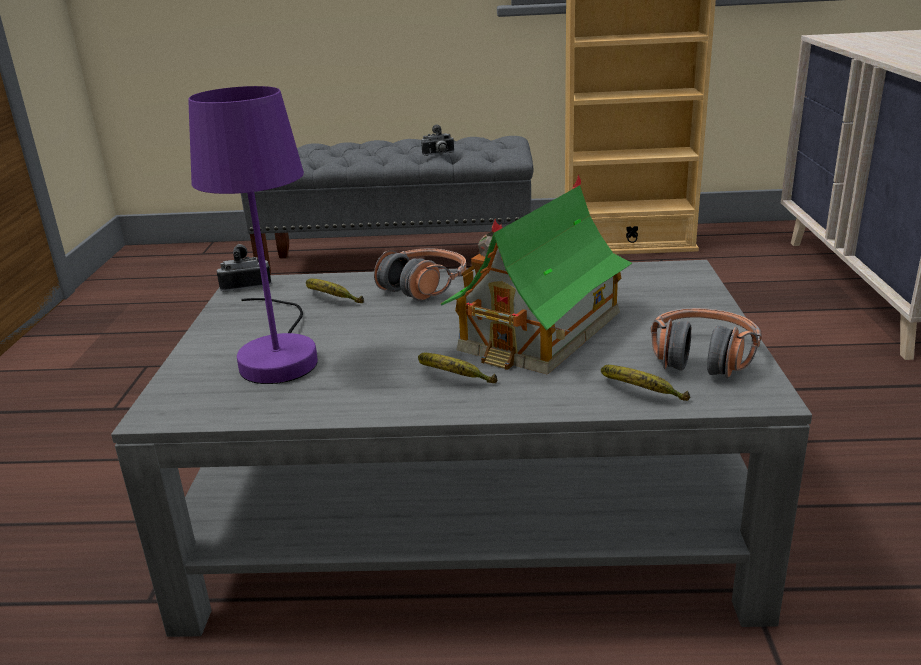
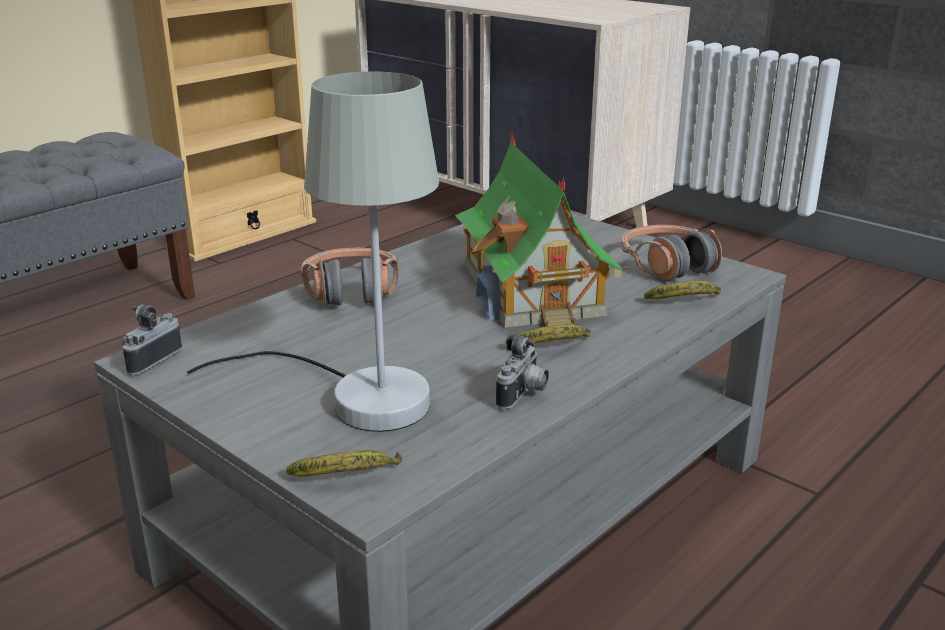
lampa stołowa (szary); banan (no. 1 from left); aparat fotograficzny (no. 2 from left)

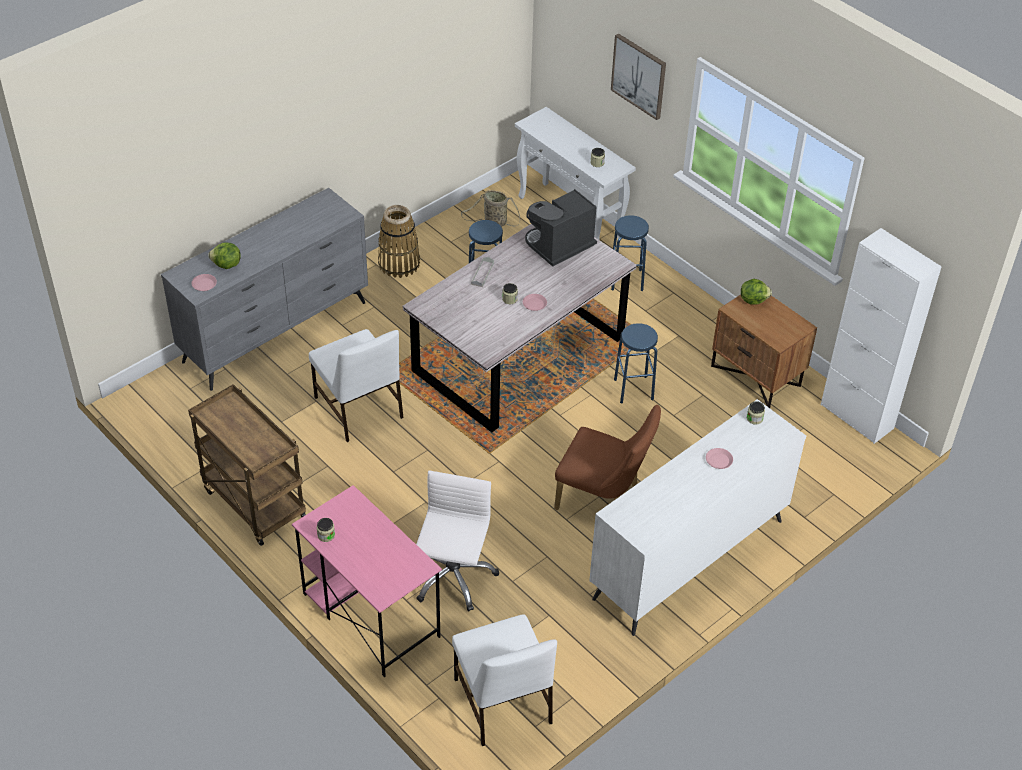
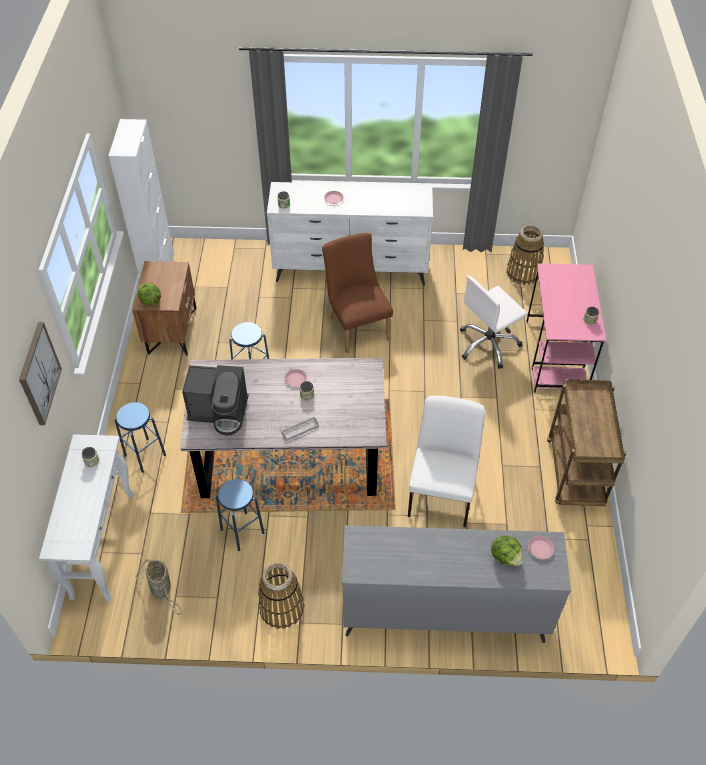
koszyk (no. 3 from left)

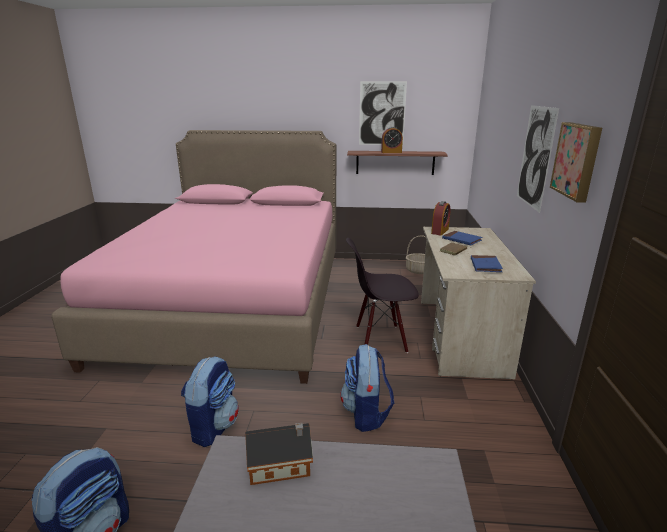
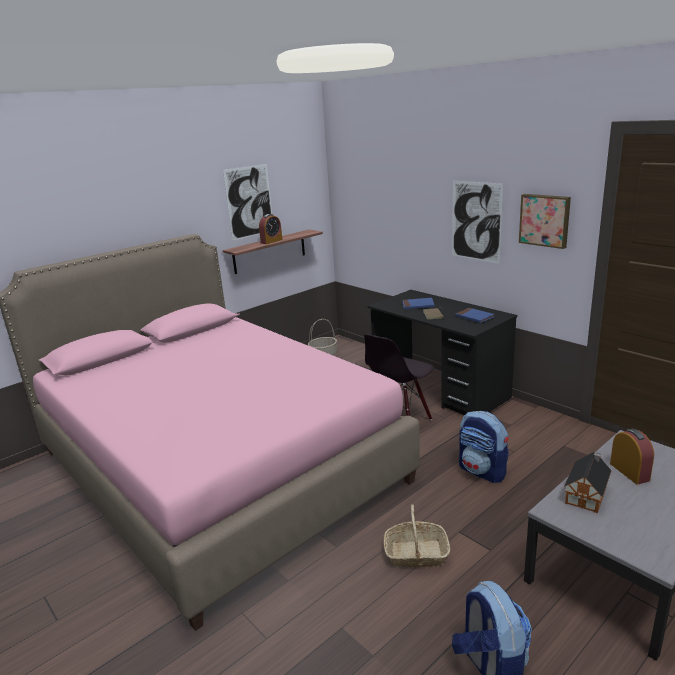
koszyk (no. 2 from left); biurko (czarny); budzik (no. 2 from left)

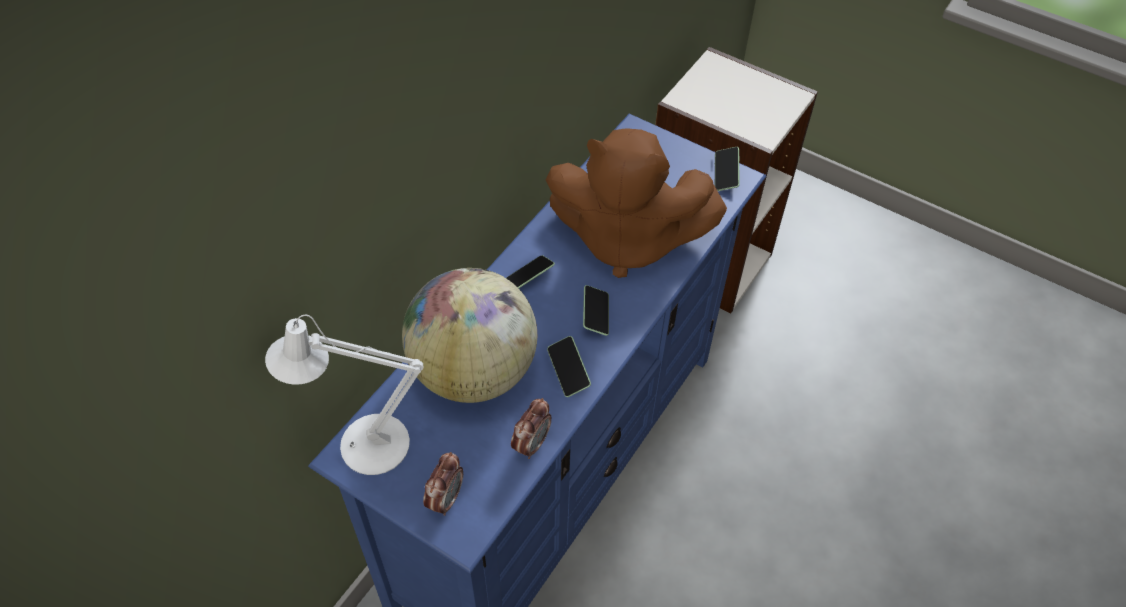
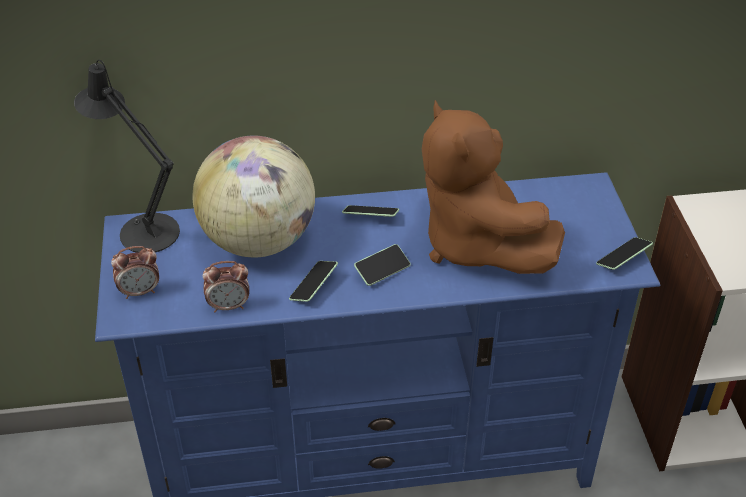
lampa stołowa (czarny)

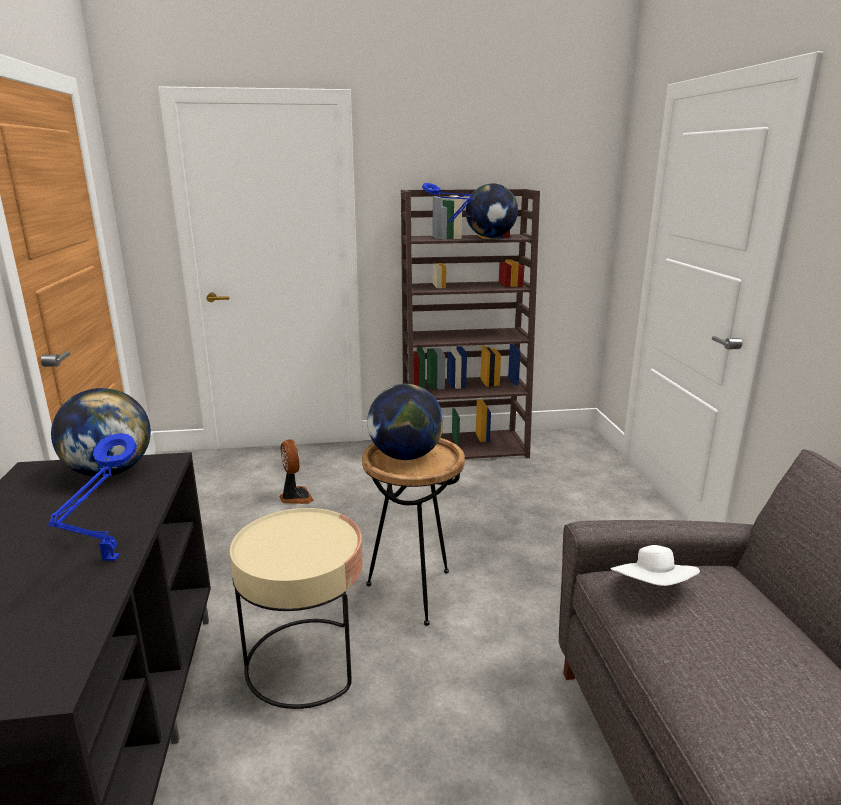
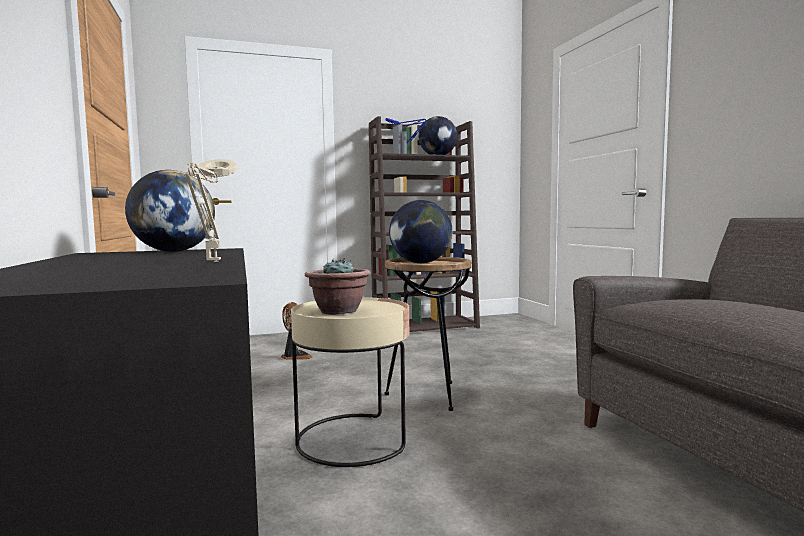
lampa stołowa (beżowy); kapelusz (biały); roślina doniczkowa

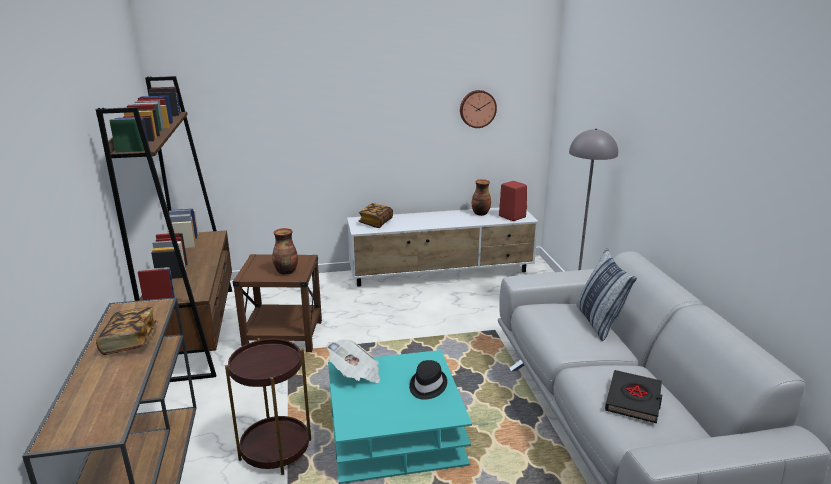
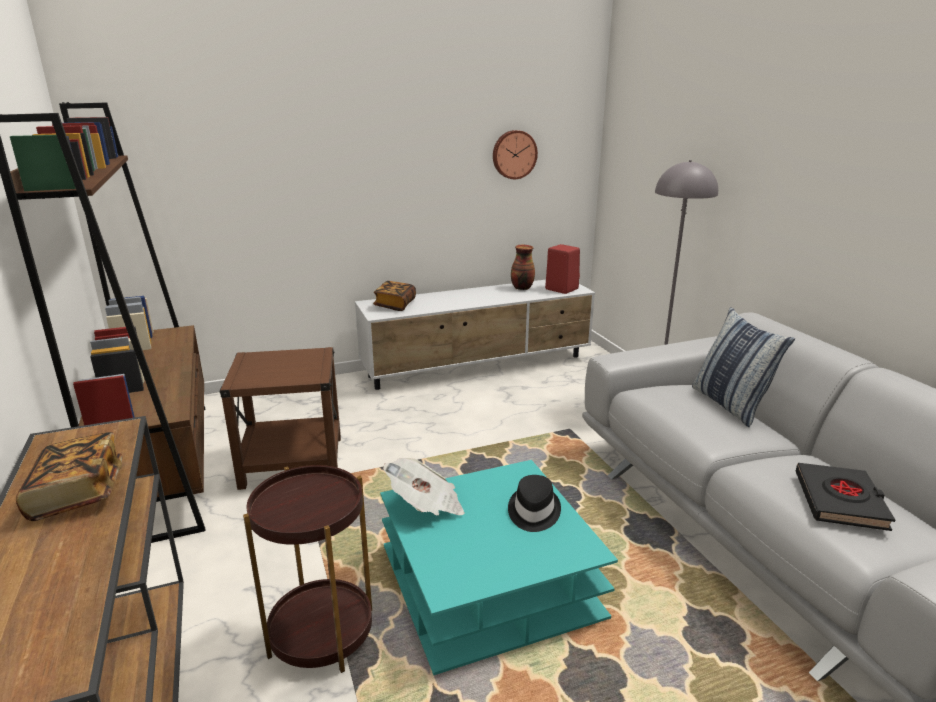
wazon (no. 1 from left in the first image)

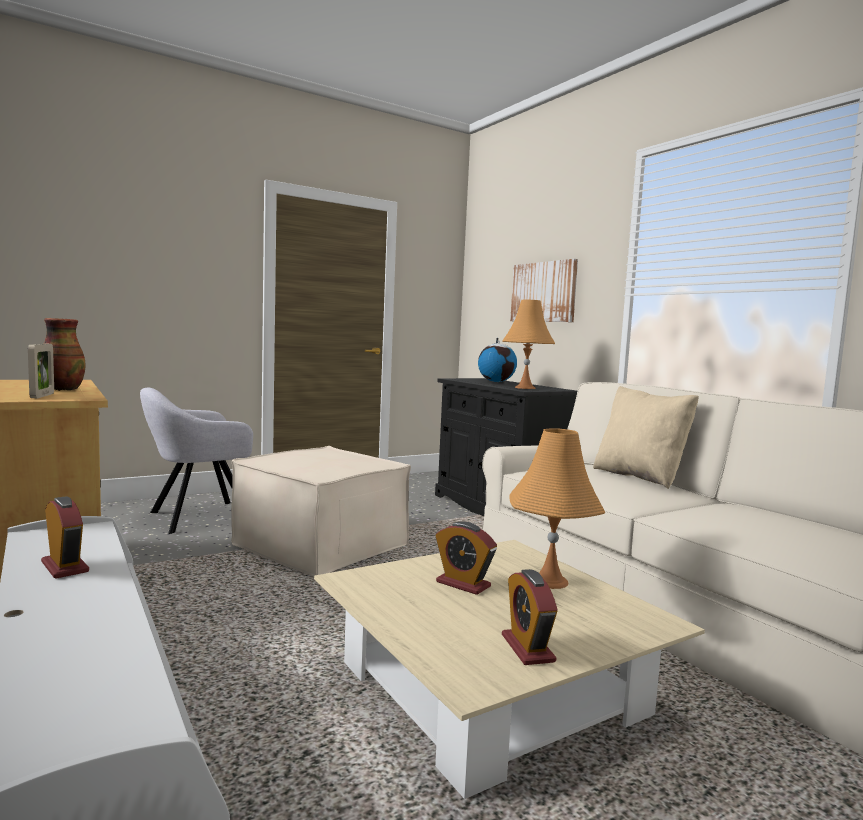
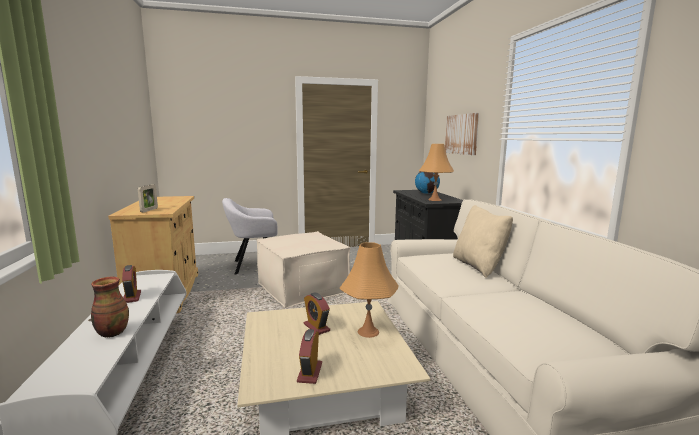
wazon

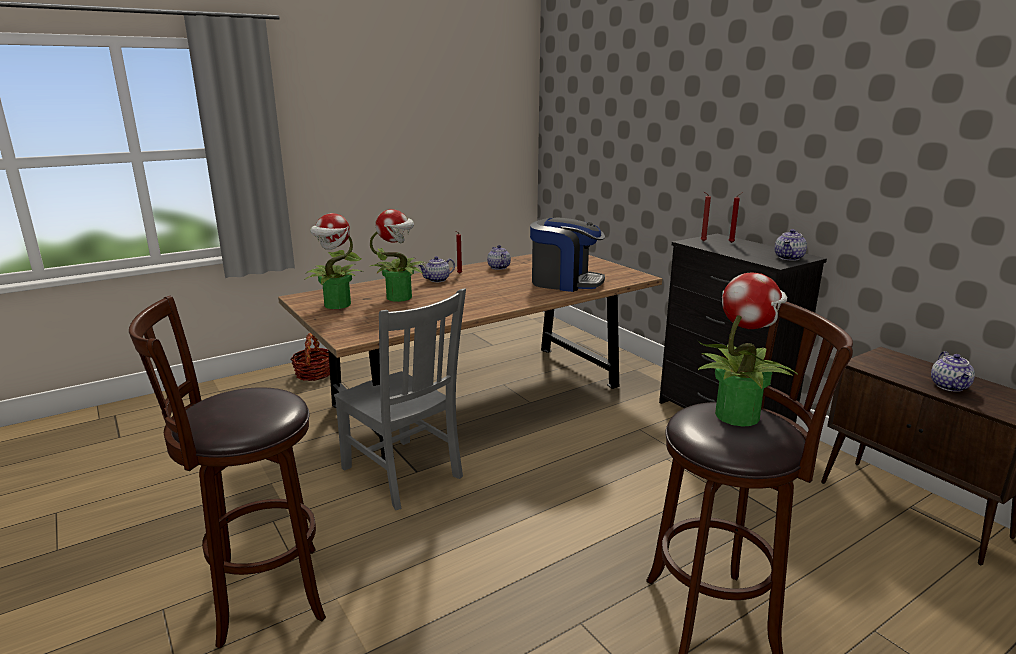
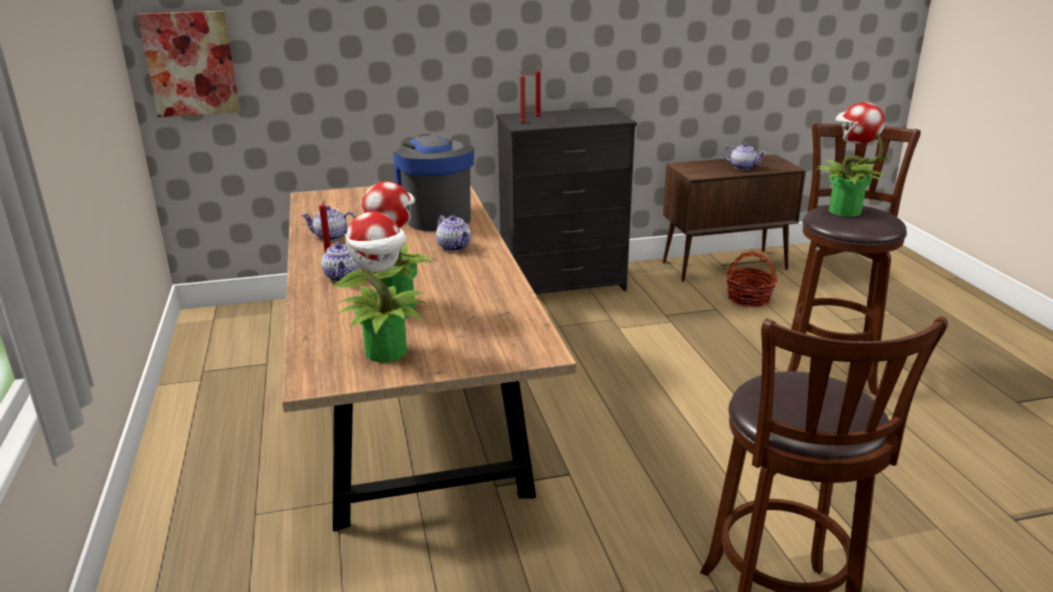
koszyk; krzesło (szary); ekspres do kawy; imbryk (no. 3 from left); obraz

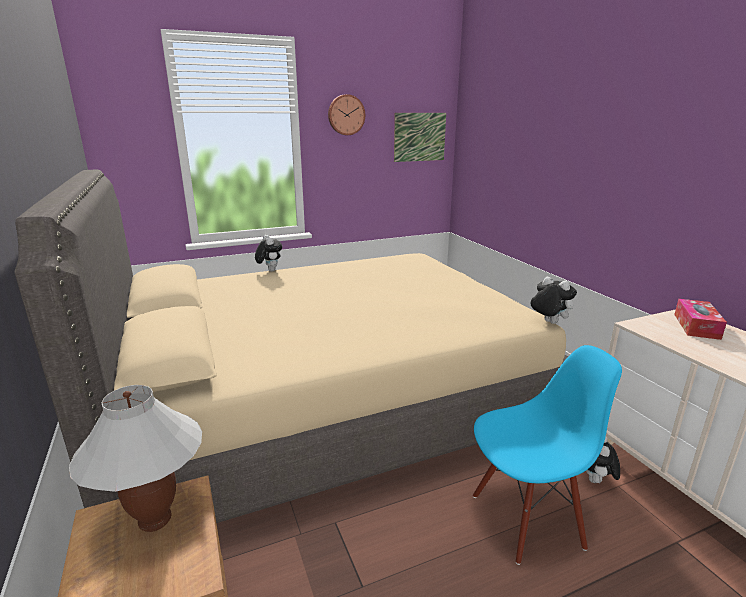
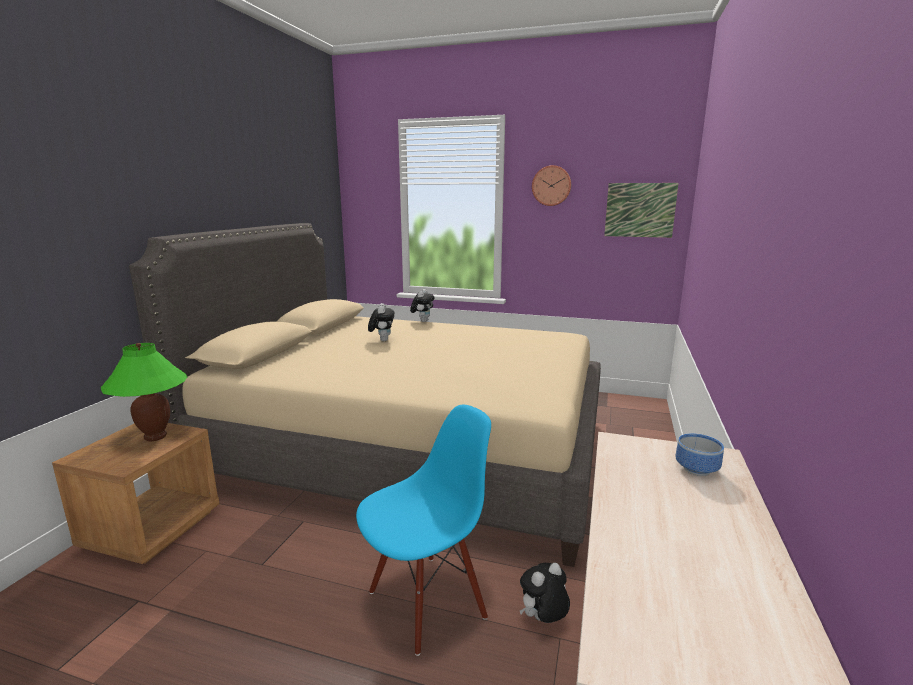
lampa stołowa (zielony); krzesło (niebieski); pluszak (no. 1 from left); miska

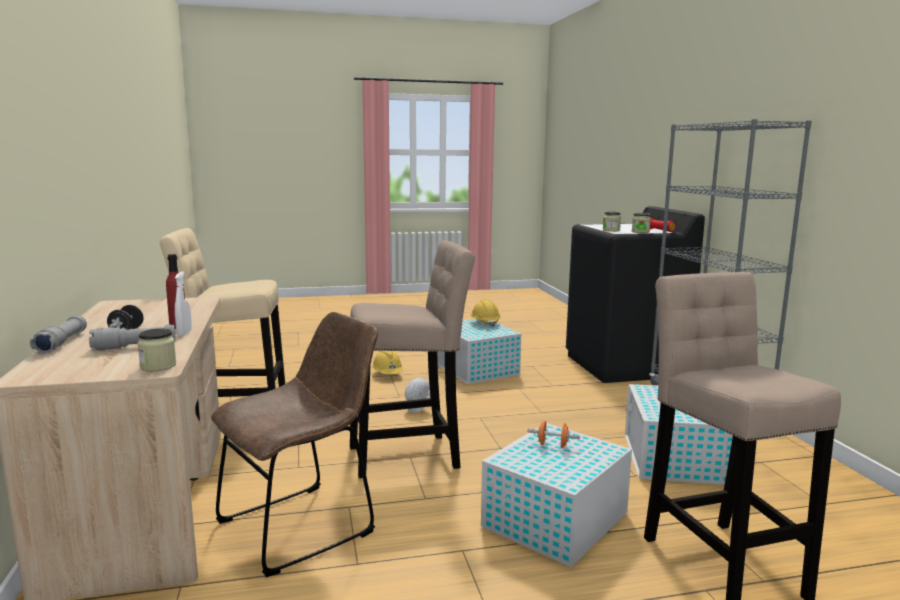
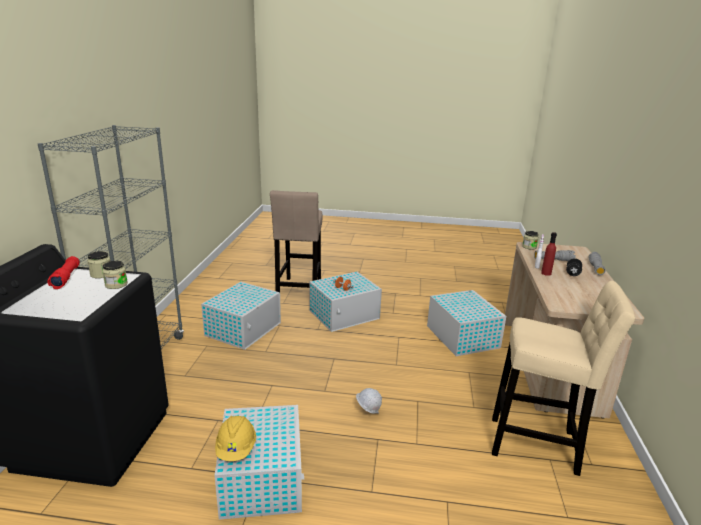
pojemnik do przechowywania (biały) (no. 4 from left); stołek (beżowy) (no. 2 from left in the first image); kask (żółty) (no. 1 from left in the first image)

